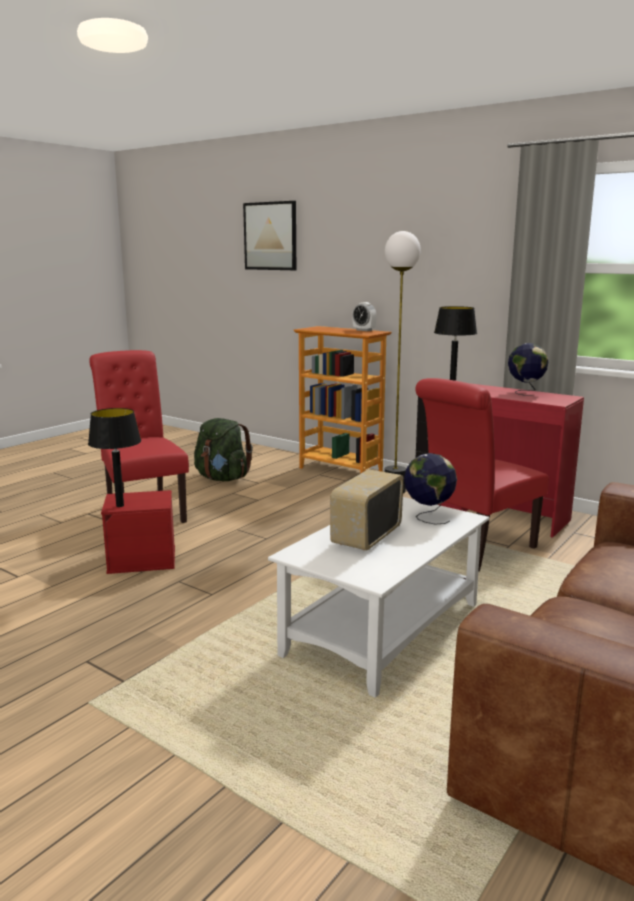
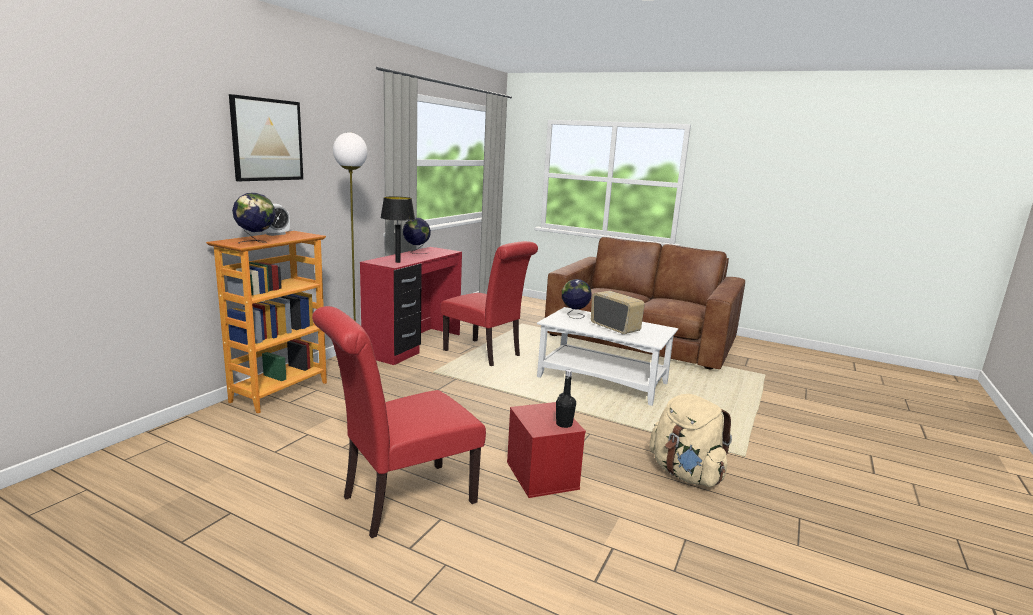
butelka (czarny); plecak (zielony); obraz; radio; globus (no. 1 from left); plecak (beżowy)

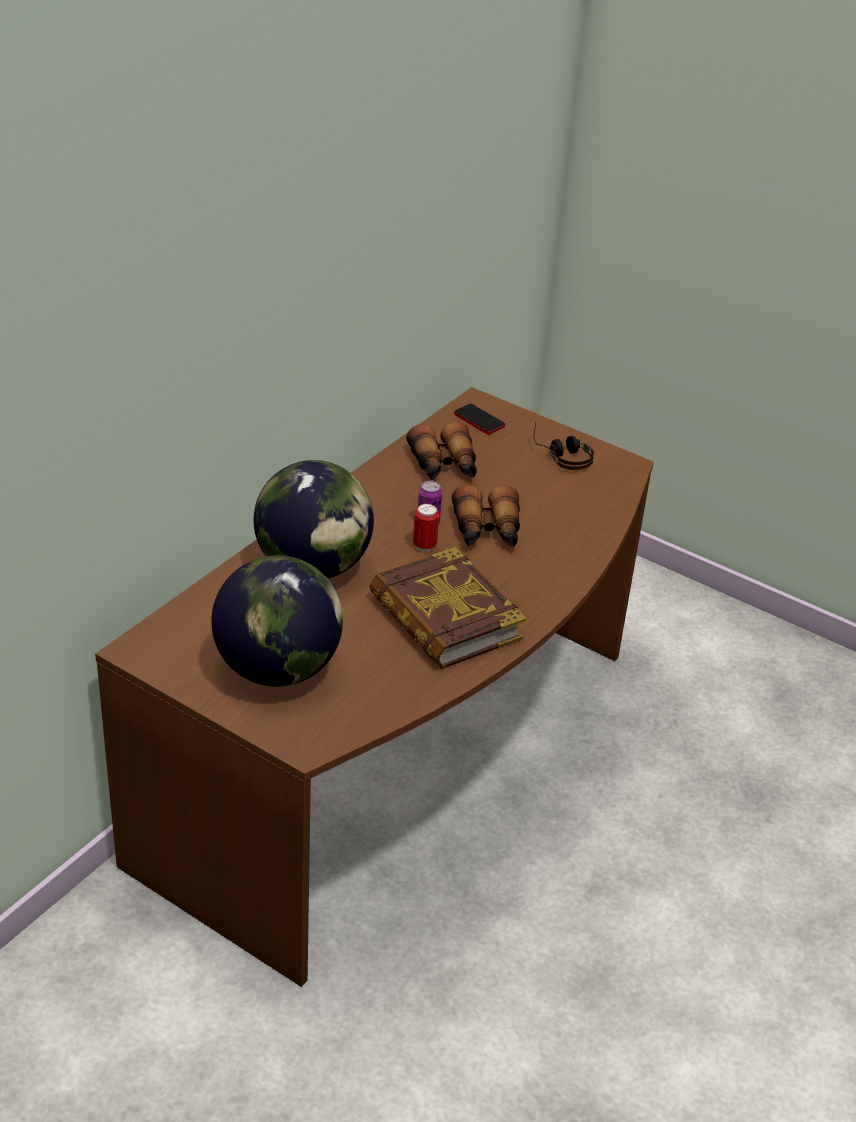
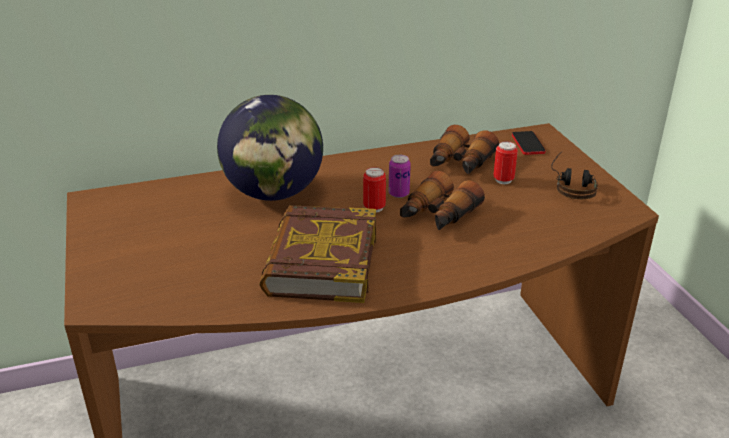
globus (no. 1 from left in the first image); puszka (no. 3 from left)

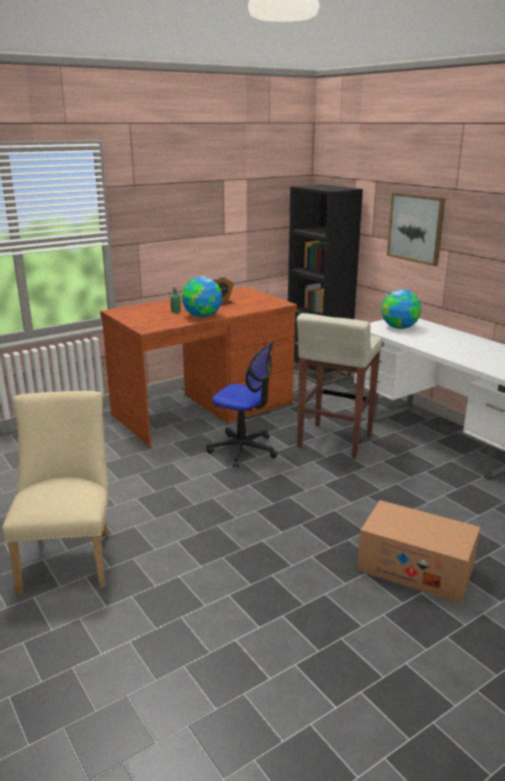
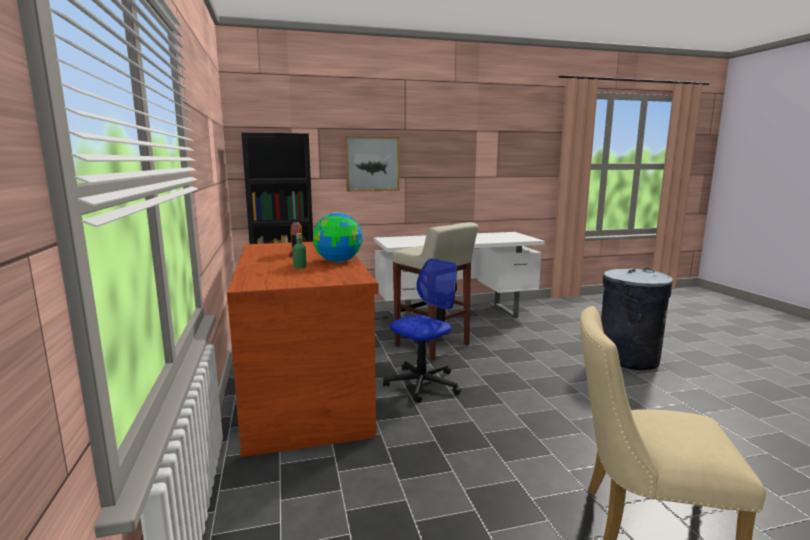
kosz na śmieci (szary); globus (no. 2 from left in the first image)

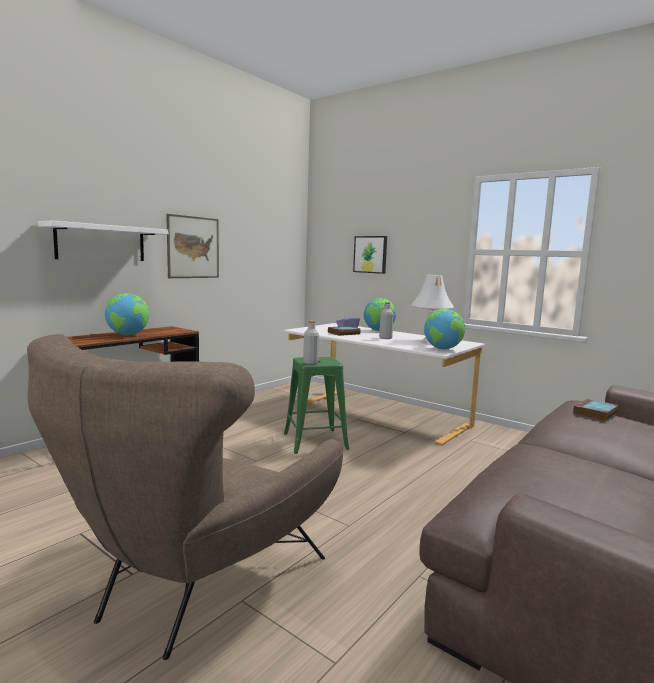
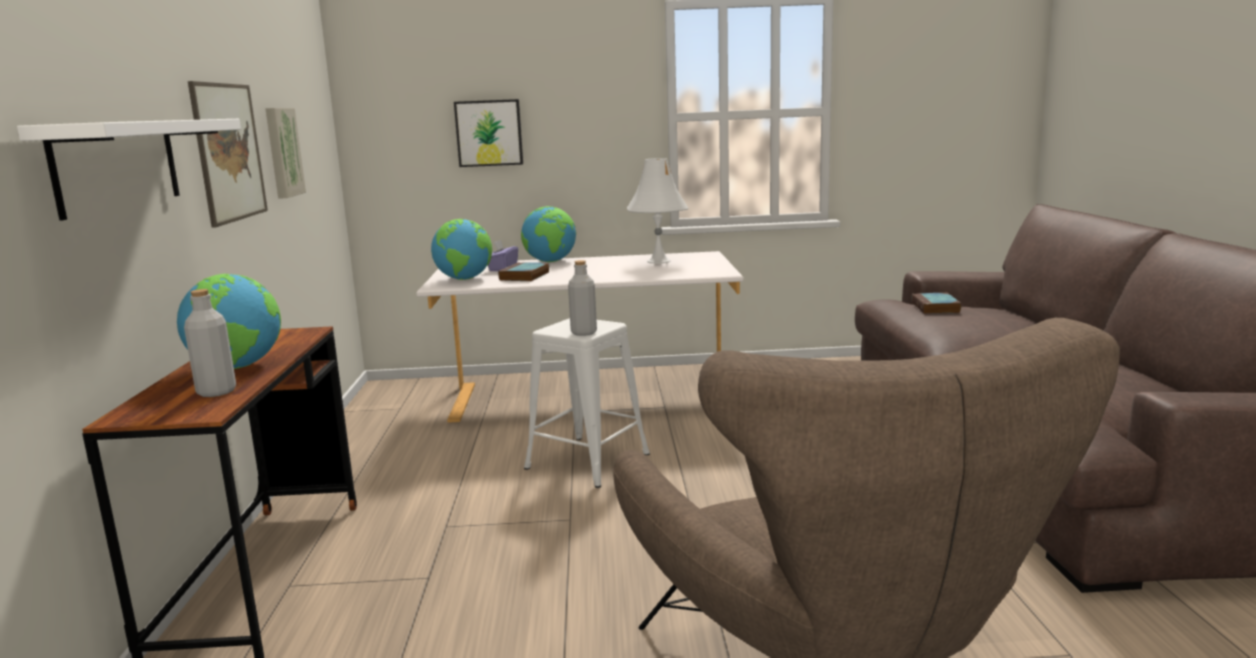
stołek (biały); butelka (szary) (no. 1 from left); globus (no. 2 from left); obraz (no. 2 from left)

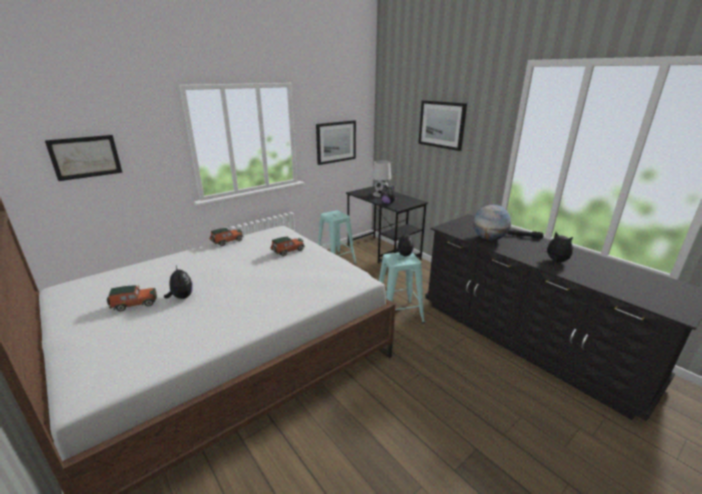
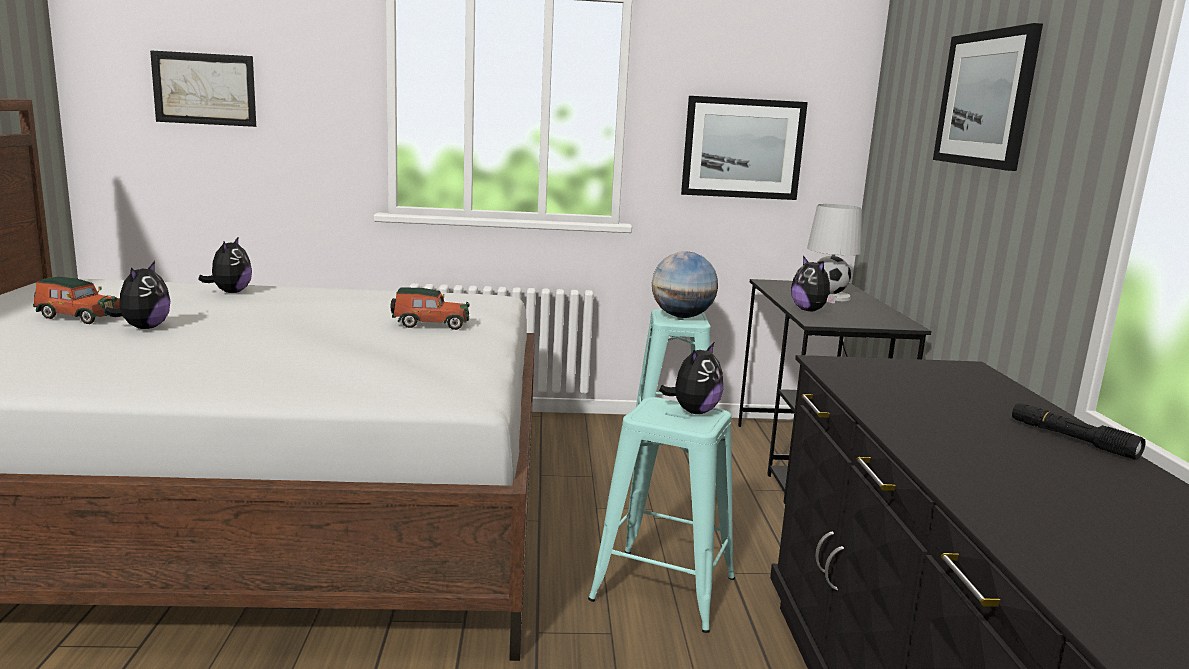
samochodzik (no. 2 from left in the first image); globus; pluszak (no. 2 from left)

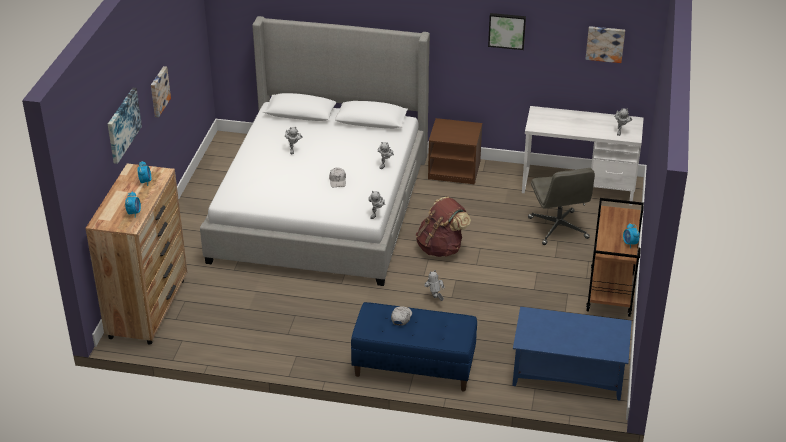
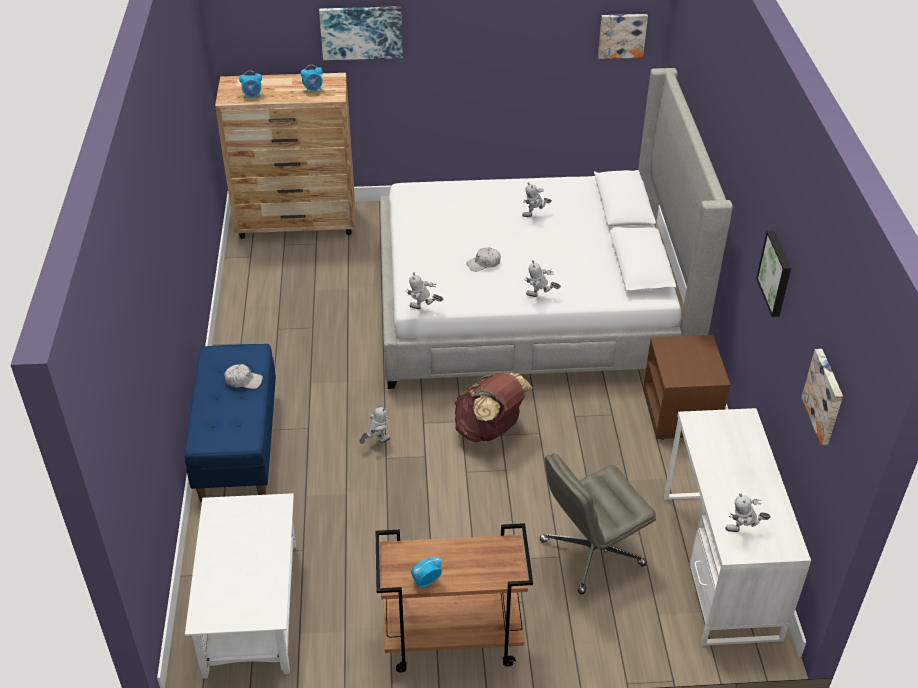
obraz (no. 2 from left); ława (biały)

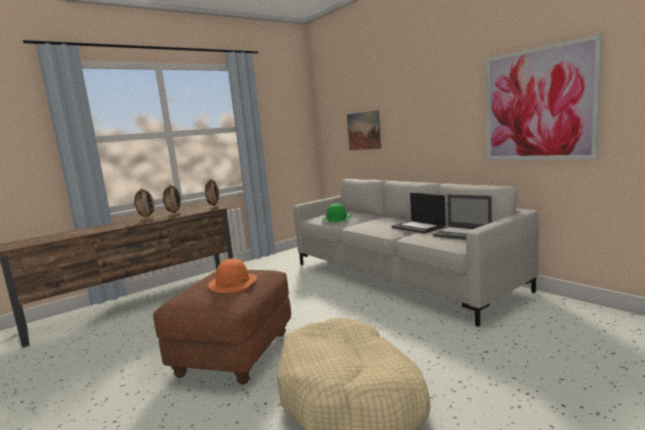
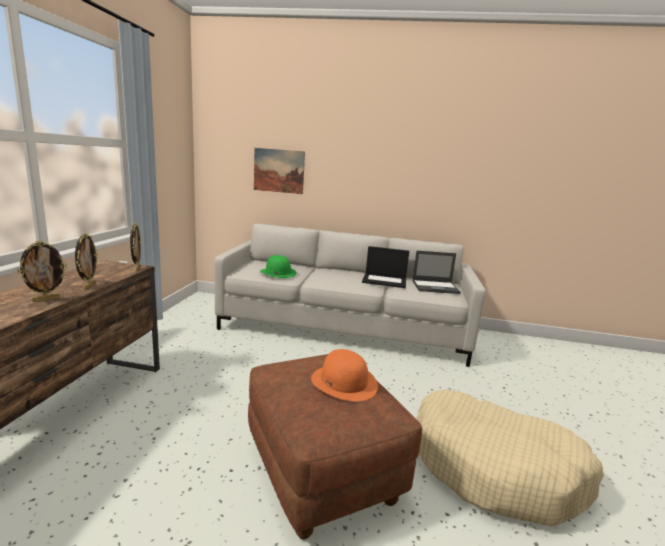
obraz (no. 2 from left in the first image)

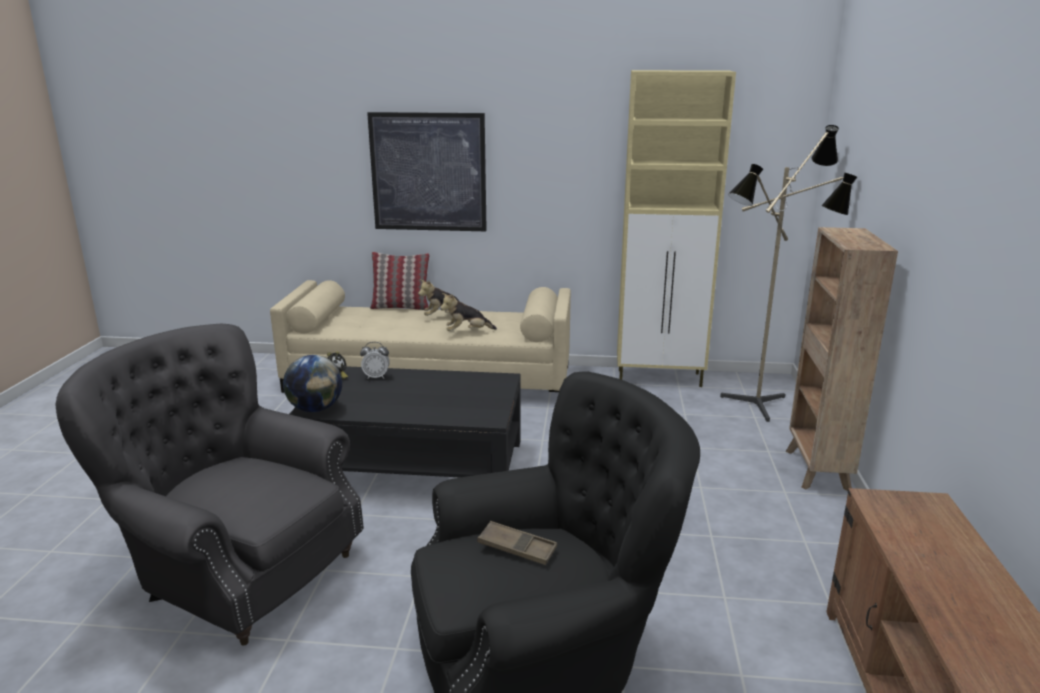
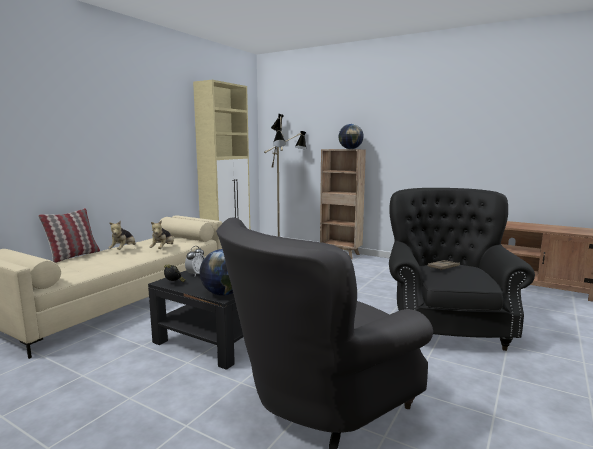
obraz; globus (no. 2 from left)

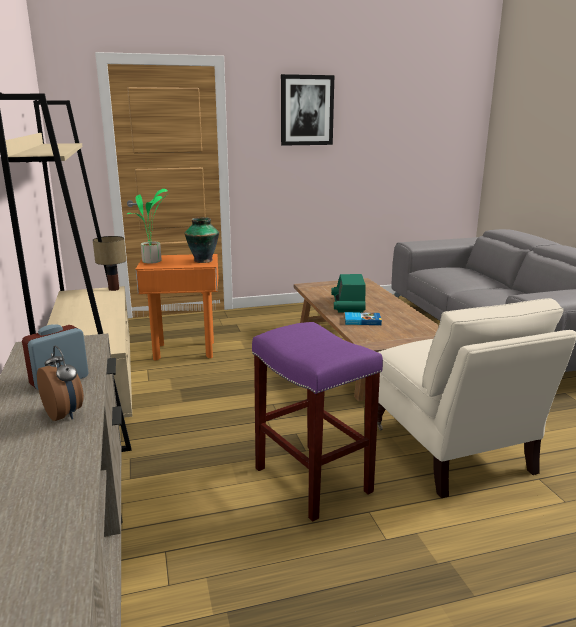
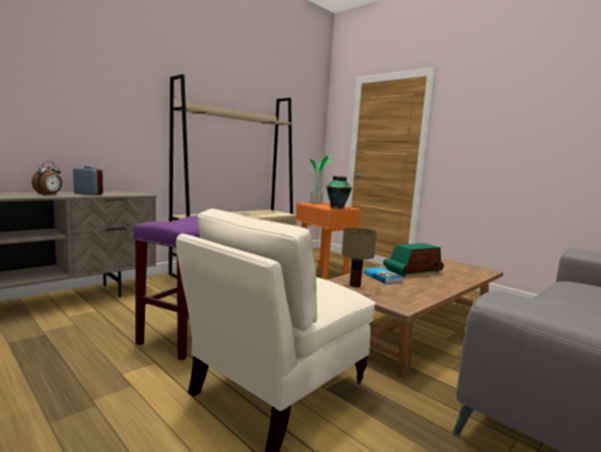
lampa stołowa; obraz

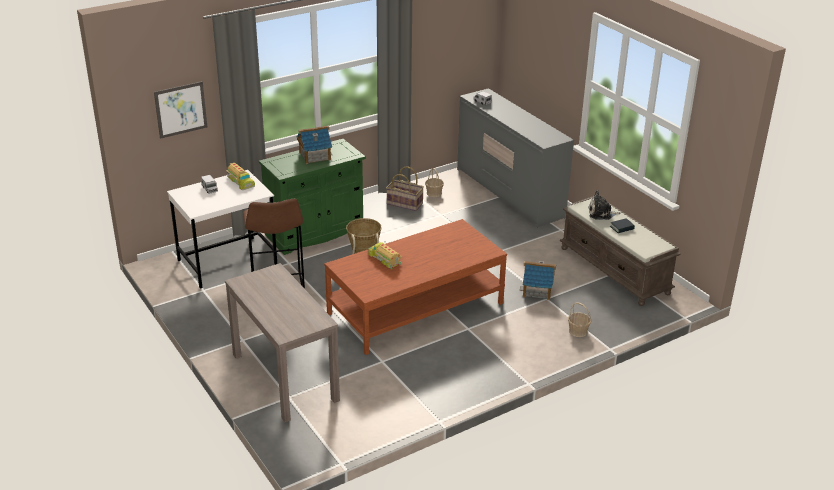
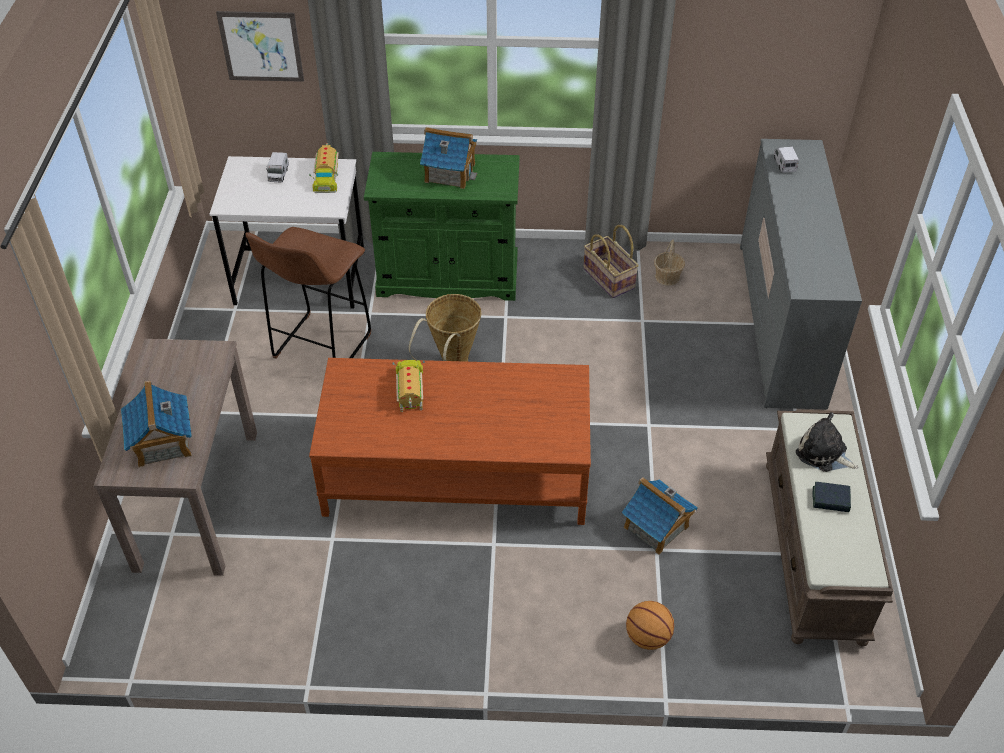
piłka do koszykówki; domek (no. 1 from left)

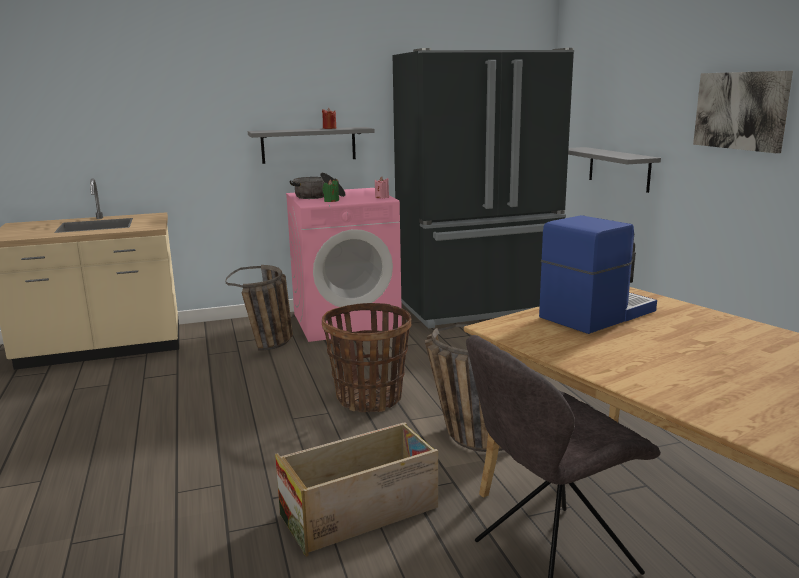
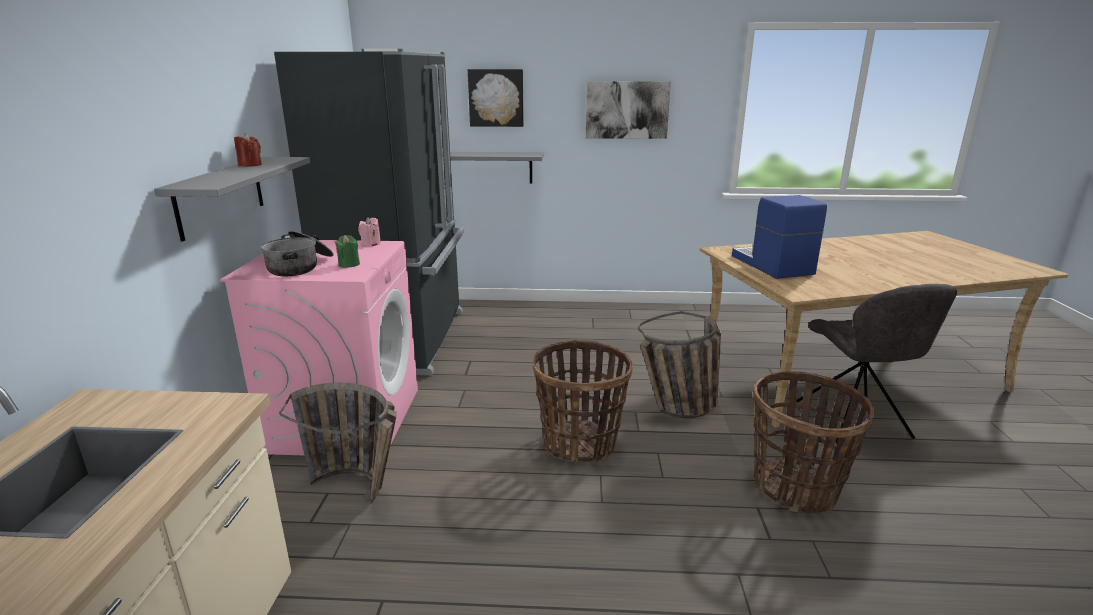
koszyk (no. 4 from left); obraz (no. 1 from left)

